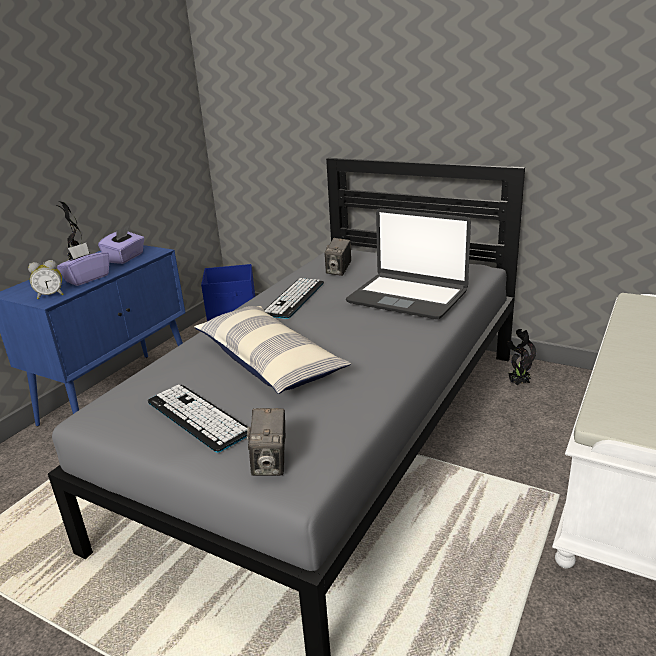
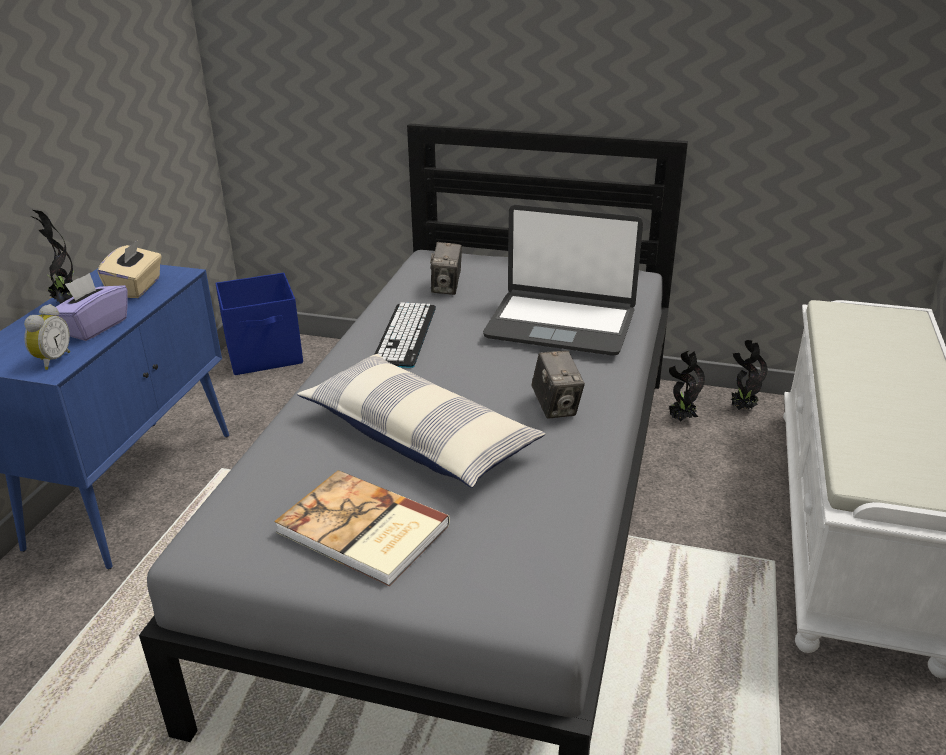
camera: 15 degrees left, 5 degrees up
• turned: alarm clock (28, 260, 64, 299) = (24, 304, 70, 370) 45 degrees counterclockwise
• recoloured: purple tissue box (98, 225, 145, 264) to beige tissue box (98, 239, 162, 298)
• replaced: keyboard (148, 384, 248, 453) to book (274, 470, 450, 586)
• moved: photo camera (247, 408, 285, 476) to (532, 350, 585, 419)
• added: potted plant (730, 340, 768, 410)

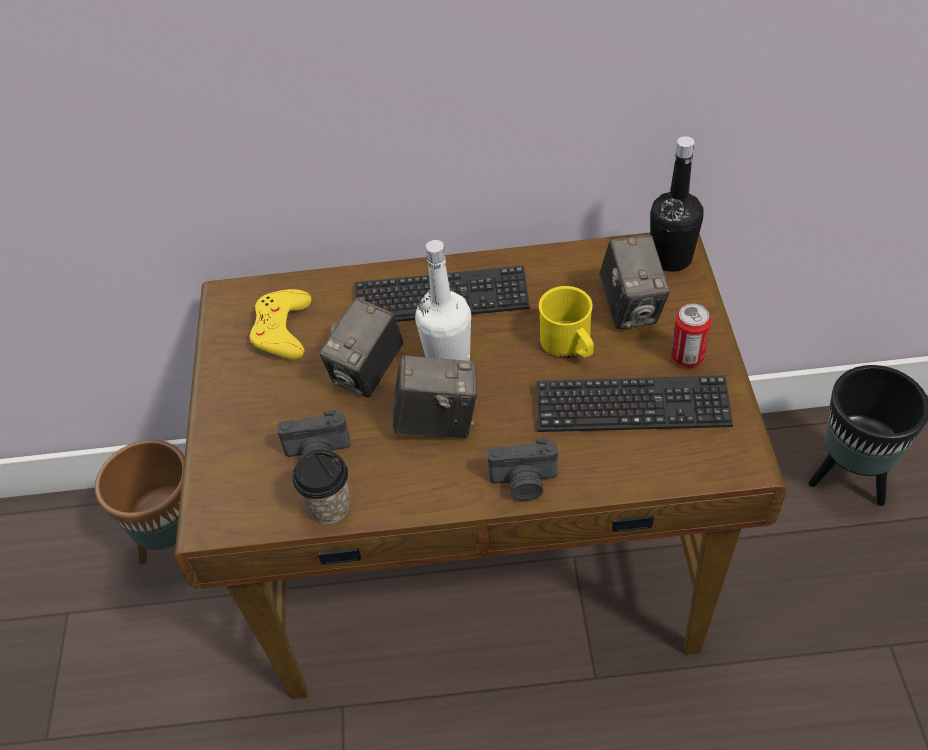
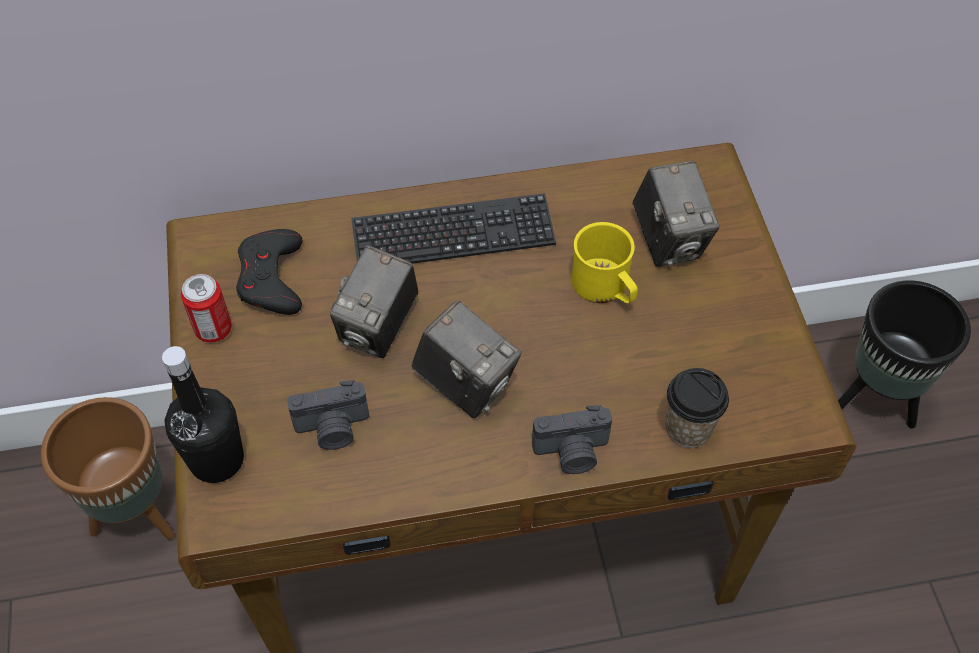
camera: 10 degrees left, 5 degrees up
• recoloured: yellow game controller (250, 289, 311, 360) to black game controller (236, 229, 302, 315)
• moved: cup (292, 450, 350, 524) to (666, 368, 729, 448)
• turned: photo camera (393, 355, 477, 438) = (411, 301, 522, 419) 45 degrees clockwise
• removed: white bottle (415, 240, 471, 361)
• removed: keyboard (536, 375, 733, 432)
• moved: black bottle (650, 136, 704, 272) to (162, 346, 244, 483)
• moved: can (671, 304, 711, 367) to (181, 274, 232, 343)

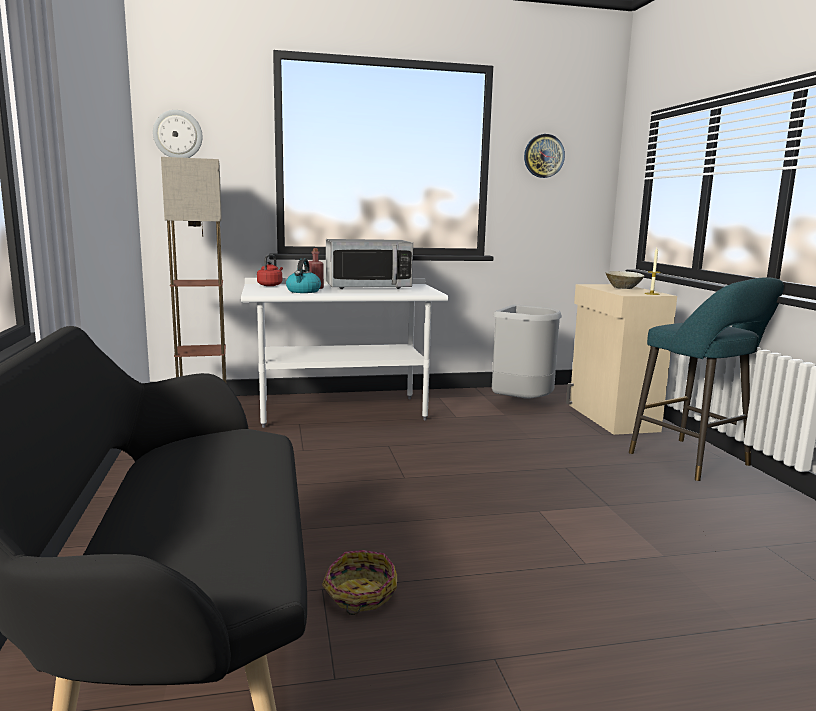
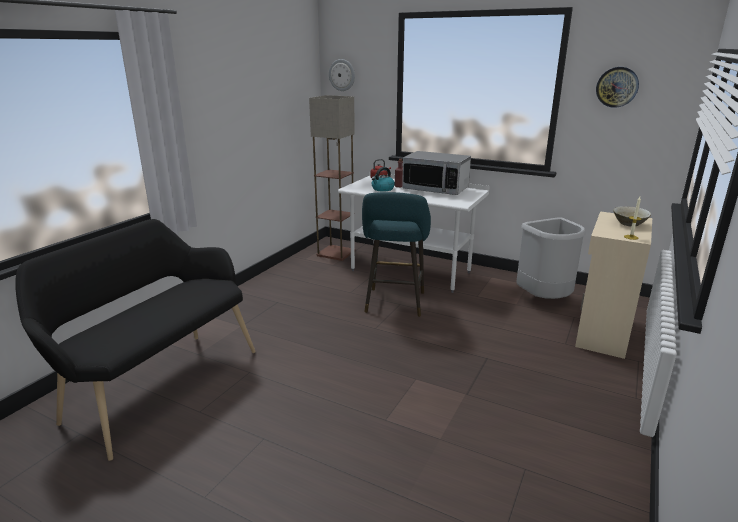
camera: 40 degrees right, 10 degrees up
• removed: basket (322, 550, 397, 615)
• moved: turquoise stool (629, 277, 784, 481) to (362, 192, 431, 317)

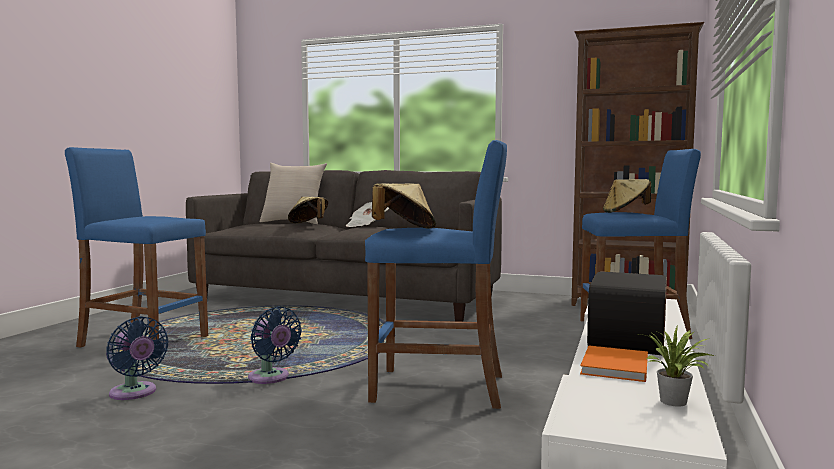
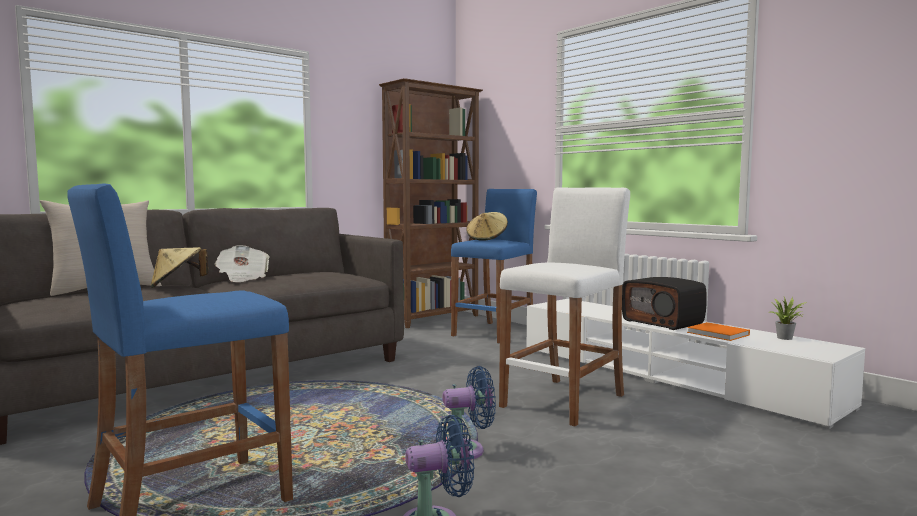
camera: 60 degrees left, 0 degrees up
• recoloured: blue stool (365, 140, 507, 409) to white stool (499, 187, 630, 426)
• removed: beige hat (372, 183, 436, 229)

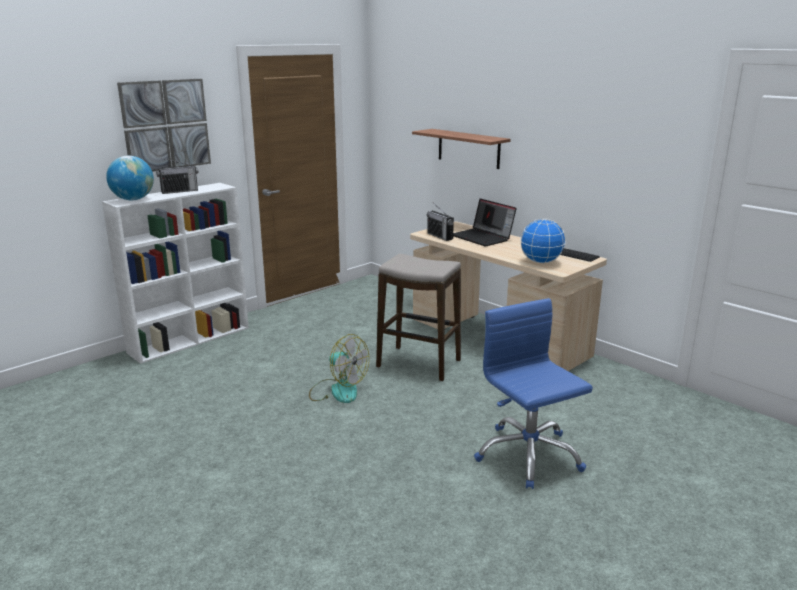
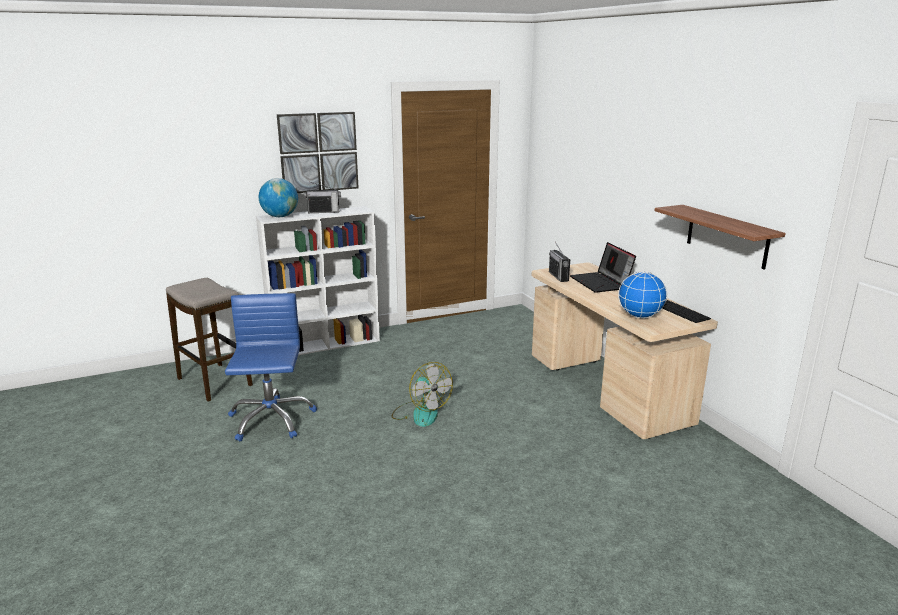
camera: 20 degrees right, 0 degrees up
• moved: stool (376, 254, 461, 381) to (166, 277, 253, 402)
• moved: shelf (412, 129, 510, 169) to (655, 205, 786, 270)
• moved: blue office chair (474, 298, 593, 489) to (225, 293, 317, 442)

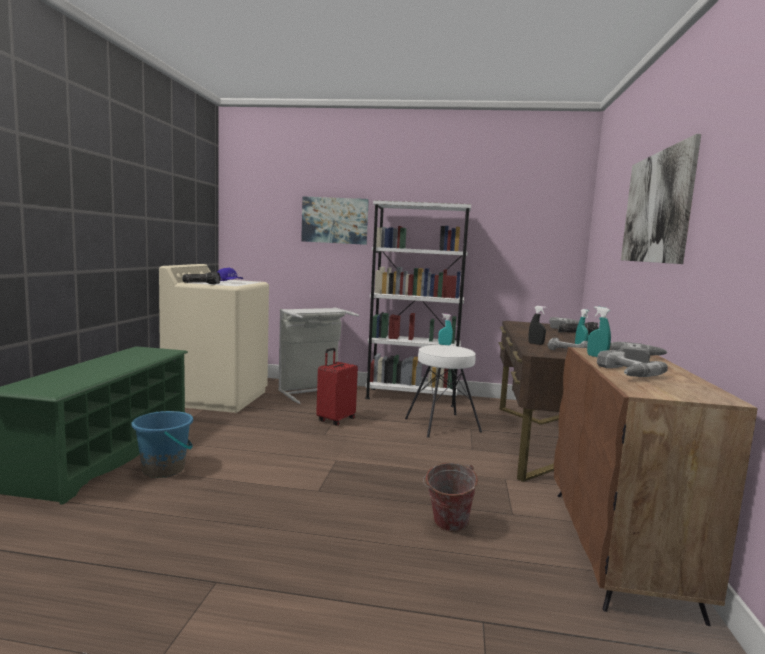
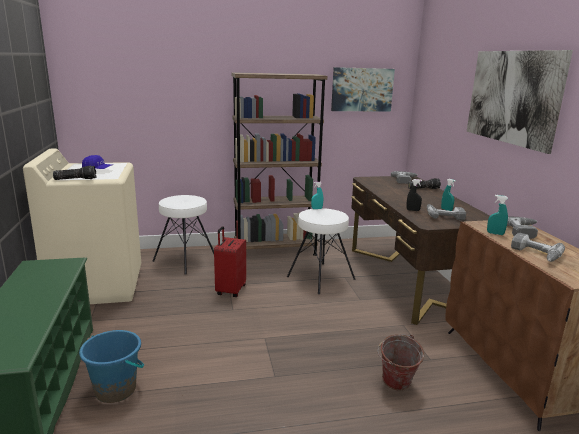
camera: 20 degrees left, 10 degrees up
• replaced: grey laundry basket (278, 307, 359, 404) to white stool (152, 195, 214, 275)
• moved: picture (301, 196, 369, 245) to (331, 67, 395, 112)
• recoloured: white bookcase (365, 200, 471, 407) to brown bookcase (232, 72, 327, 256)

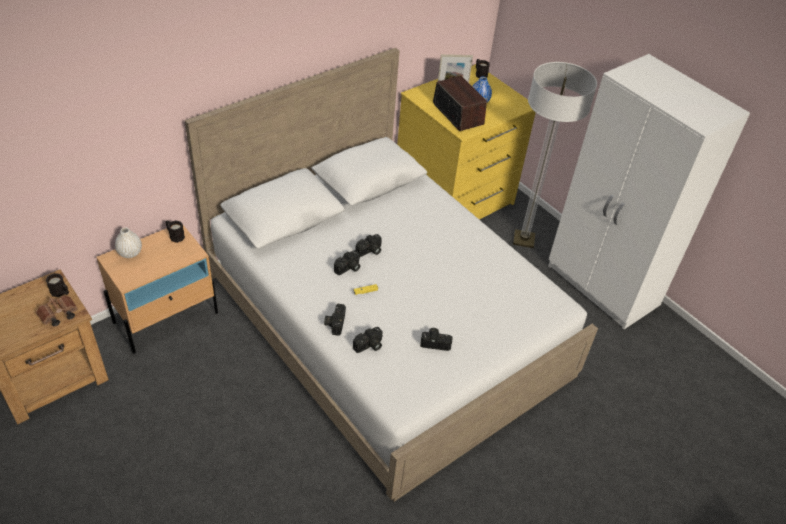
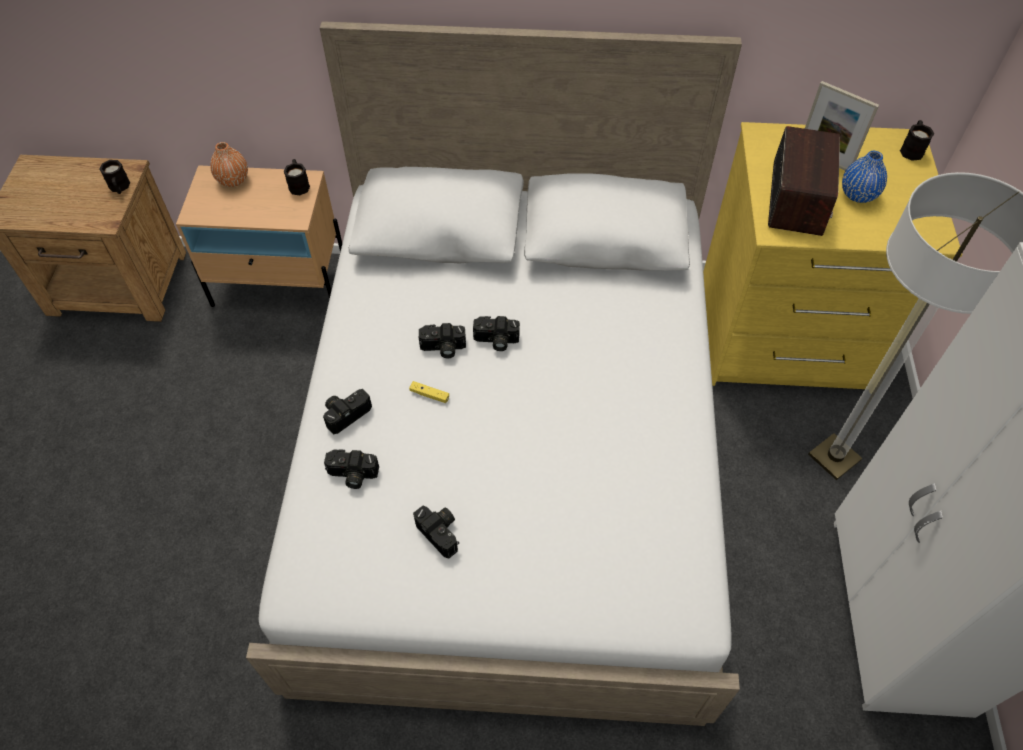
camera: 45 degrees right, 10 degrees up
• removed: brown binoculars (36, 295, 78, 327)
• recoloured: white vase (115, 228, 142, 258) to orange vase (210, 142, 248, 187)

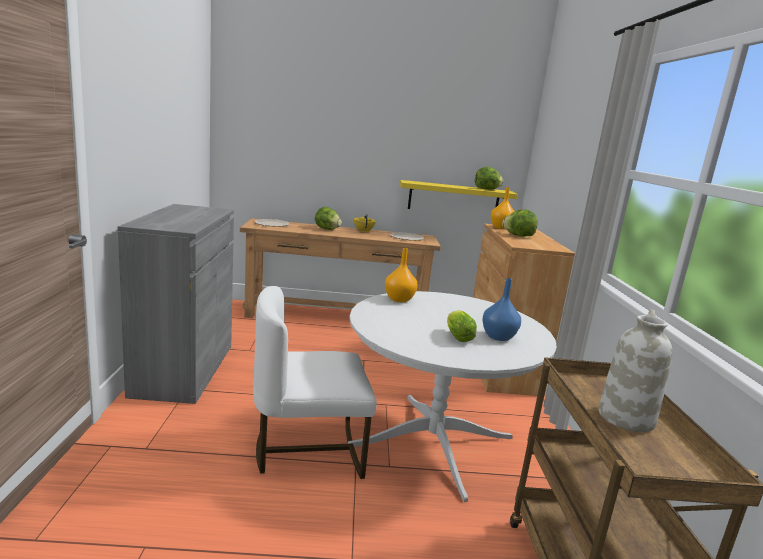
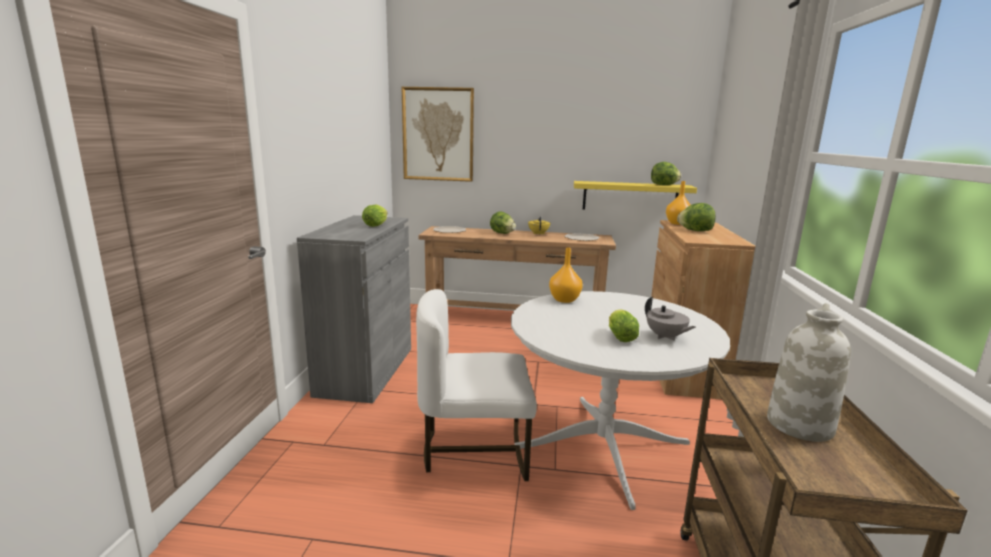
camera: 10 degrees right, 0 degrees up
• replaced: blue vase (483, 278, 521, 341) to grey teapot (645, 297, 696, 341)
• added: lettuce (362, 204, 388, 227)
• added: picture (402, 87, 474, 182)

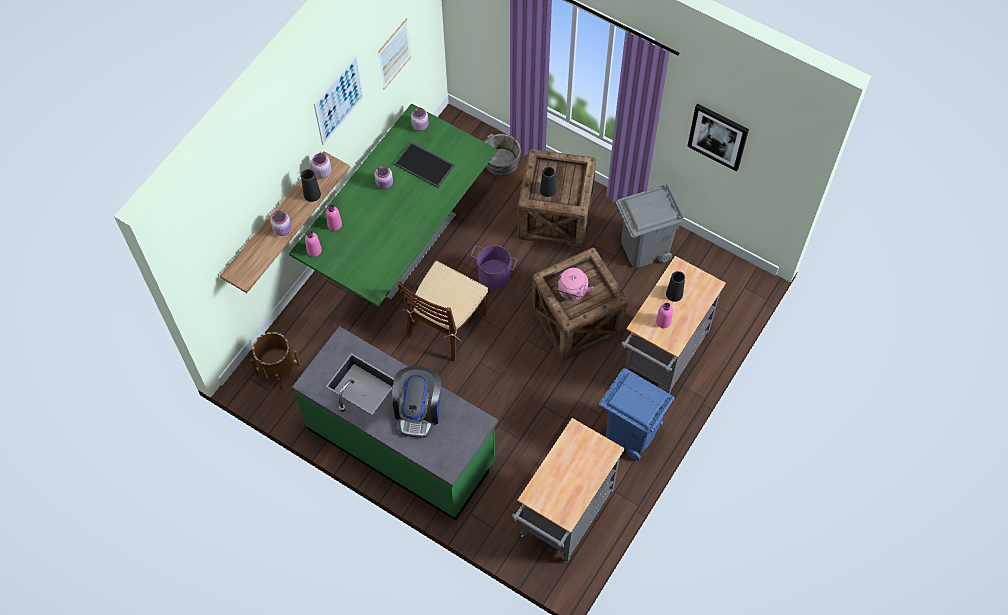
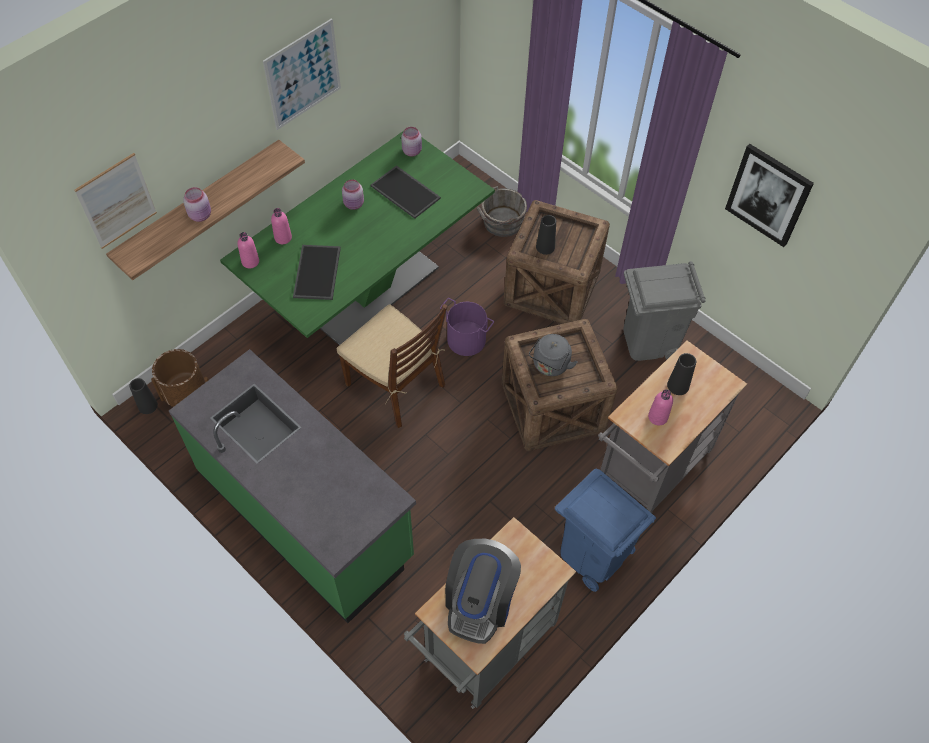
camera: 10 degrees right, 5 degrees down
• moved: black vase (301, 169, 321, 202) to (129, 378, 158, 414)
• removed: pink jar (311, 153, 332, 178)
• moved: picture (378, 18, 411, 90) to (74, 153, 157, 249)
• moved: coffee machine (392, 366, 442, 438) to (445, 539, 521, 644)
• turned: brown chair (397, 261, 488, 361) = (337, 304, 448, 428) 90 degrees counterclockwise
• recoloured: pink kettle (555, 268, 594, 301) to grey kettle (529, 334, 578, 376)
• added: tray (293, 245, 341, 300)

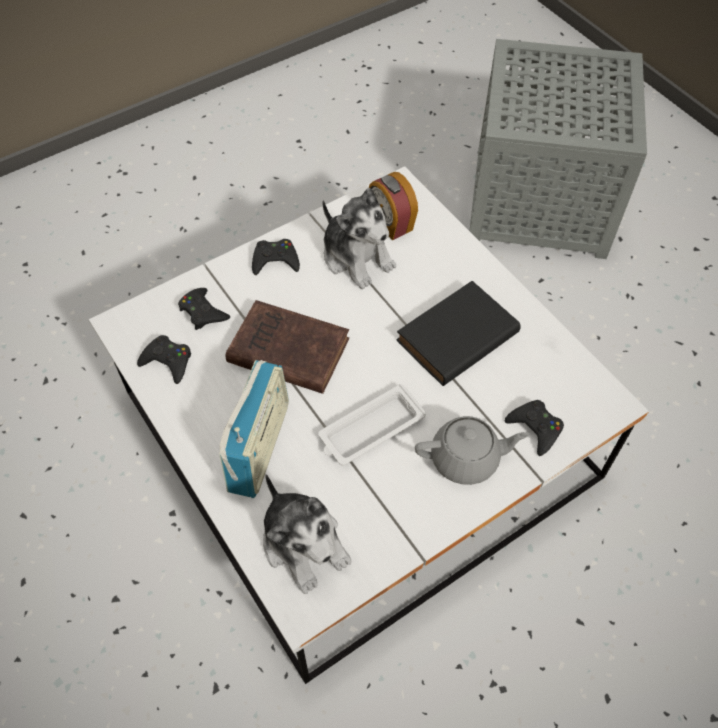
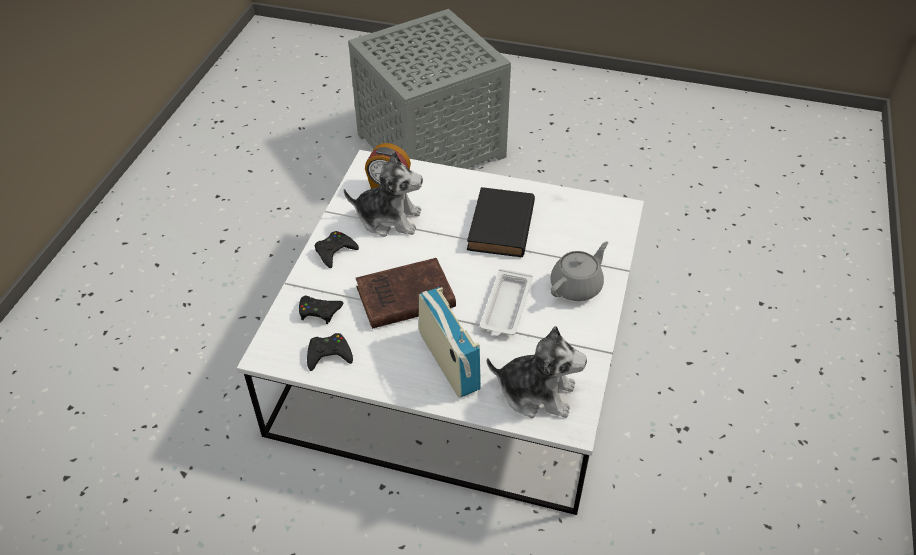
camera: 40 degrees left, 10 degrees down
• removed: black game controller (505, 400, 564, 456)

